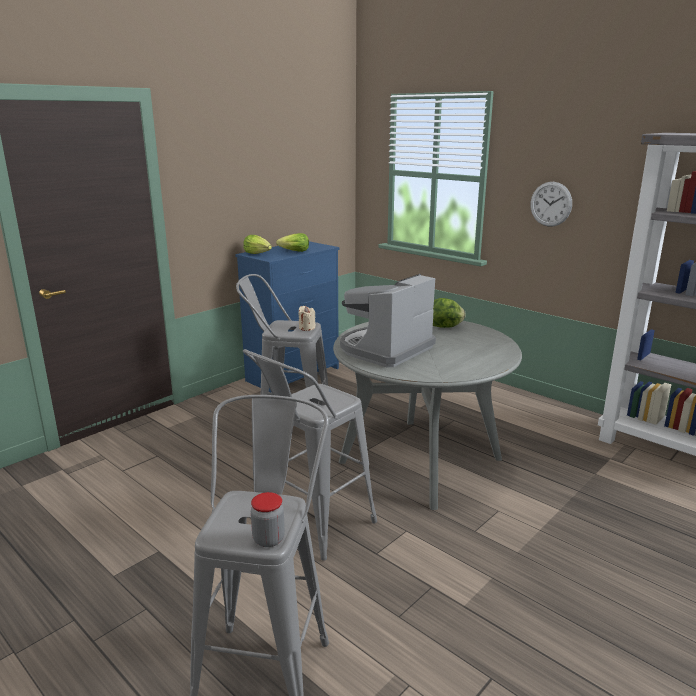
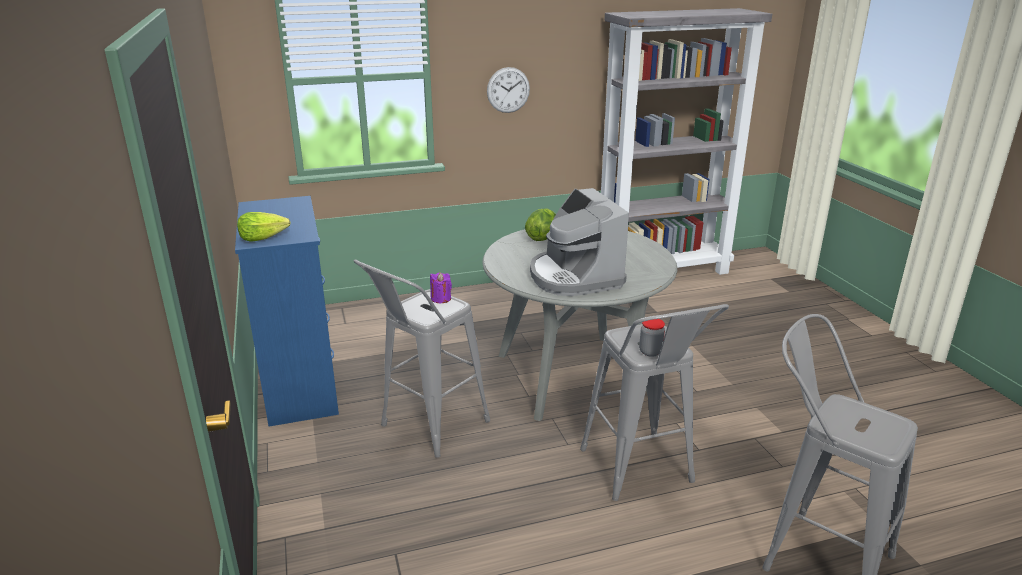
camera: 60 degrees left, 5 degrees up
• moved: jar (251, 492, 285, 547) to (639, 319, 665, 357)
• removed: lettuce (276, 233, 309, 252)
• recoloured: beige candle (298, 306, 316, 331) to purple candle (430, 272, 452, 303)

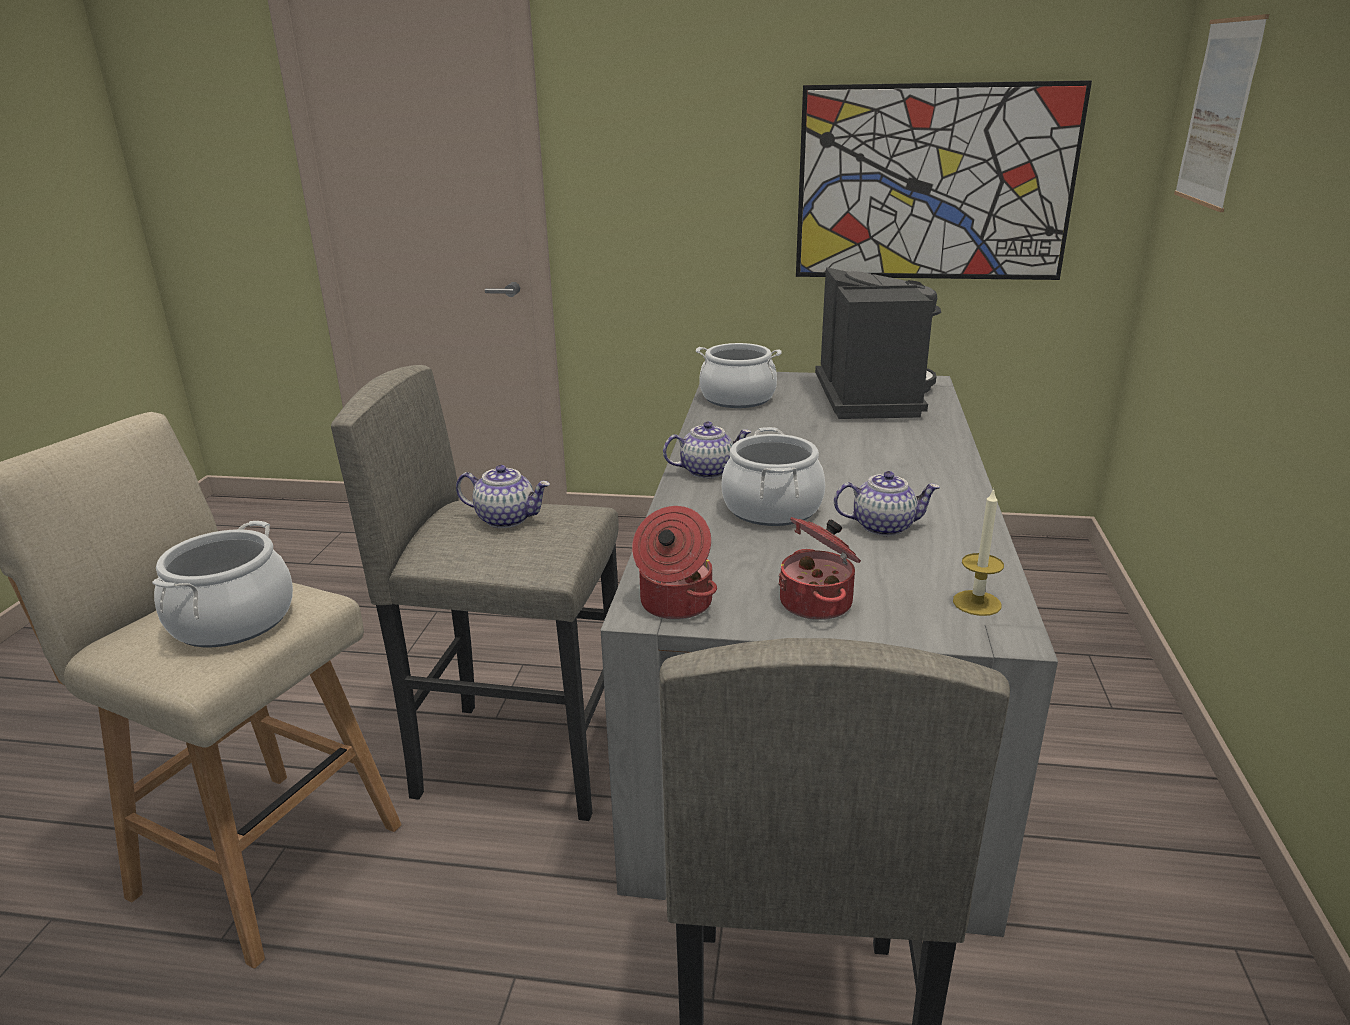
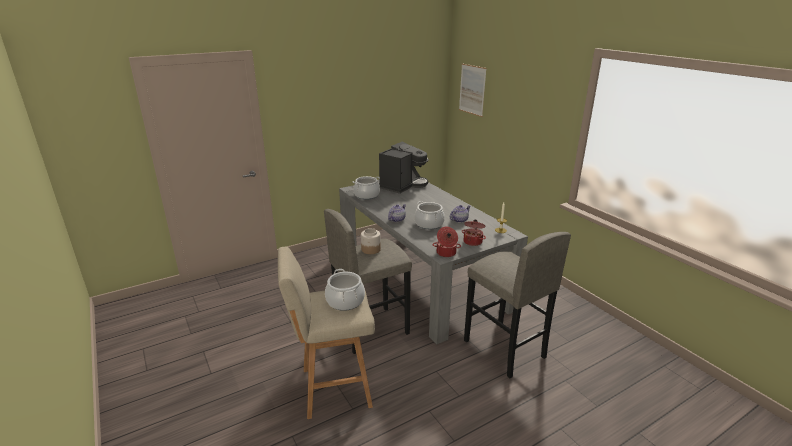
camera: 40 degrees left, 0 degrees up
• replaced: teapot (456, 465, 550, 528) to jar (361, 228, 381, 254)
• removed: picture (796, 80, 1092, 280)
• turned: coffee machine (815, 267, 941, 419) = (379, 142, 429, 194) 75 degrees clockwise

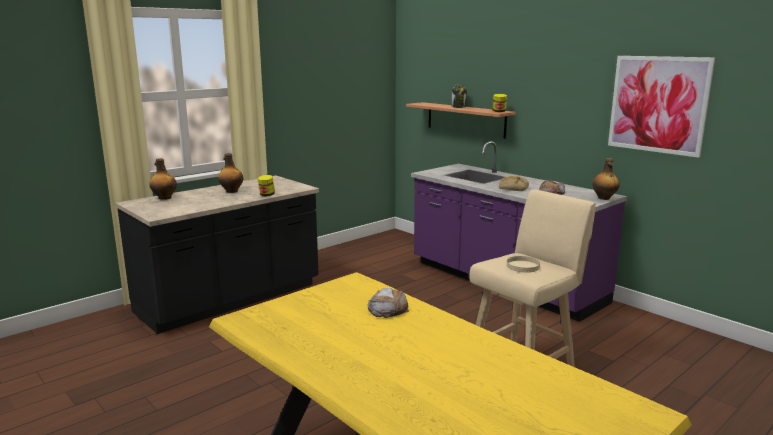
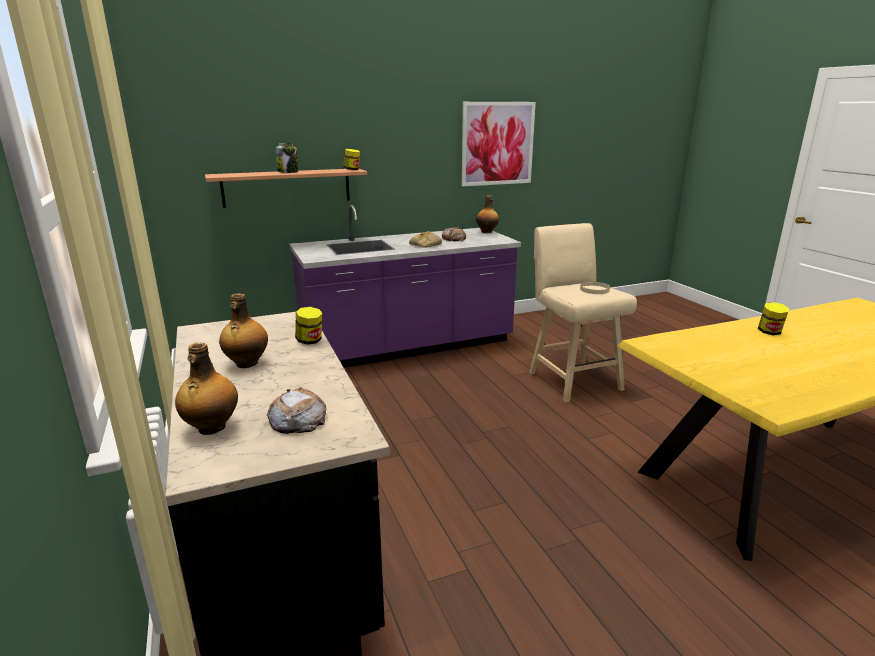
camera: 70 degrees left, 5 degrees up
• moved: bread (368, 288, 409, 318) to (267, 387, 326, 434)
• added: jar (758, 302, 789, 335)

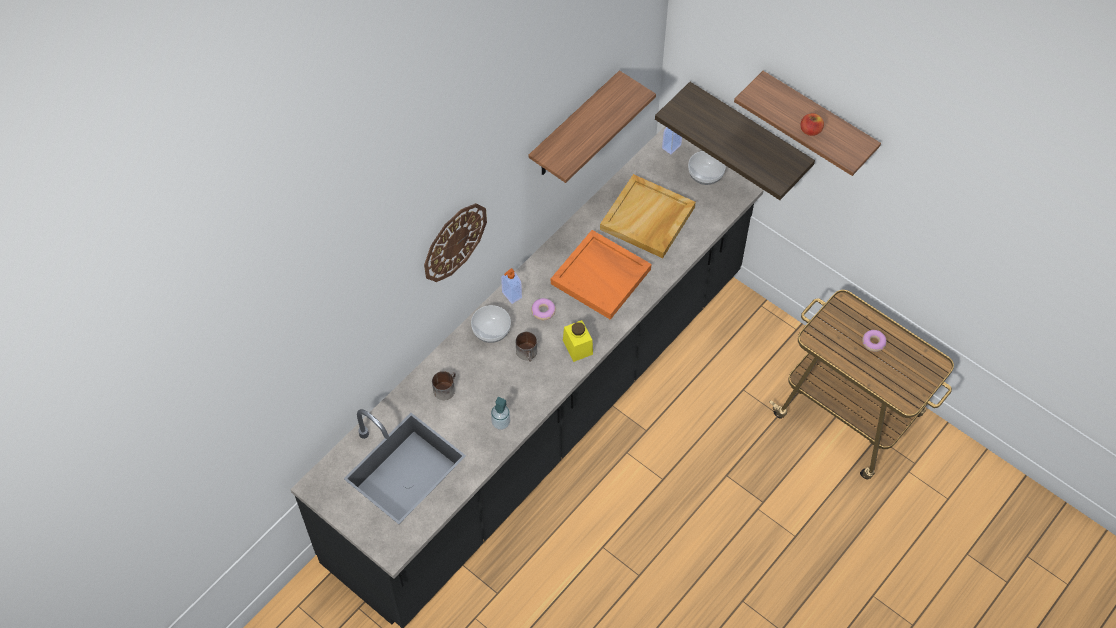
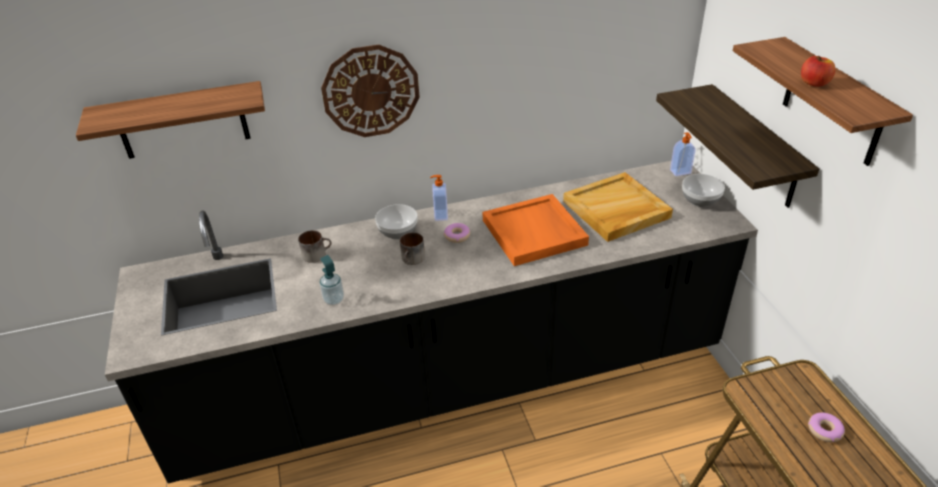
camera: 35 degrees right, 20 degrees down
• moved: shelf (529, 70, 656, 183) to (76, 81, 265, 159)
• removed: yellow jar (563, 320, 593, 362)

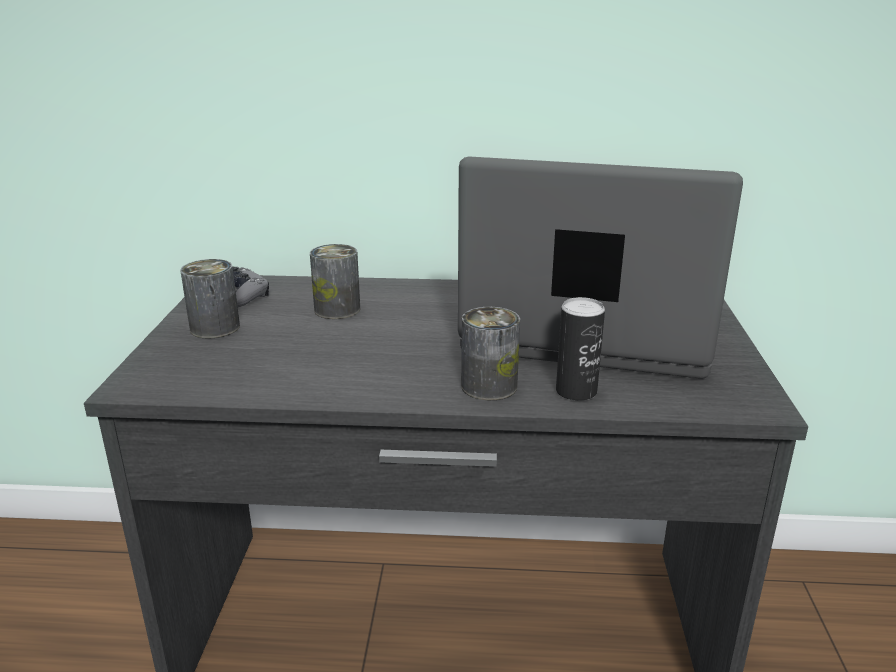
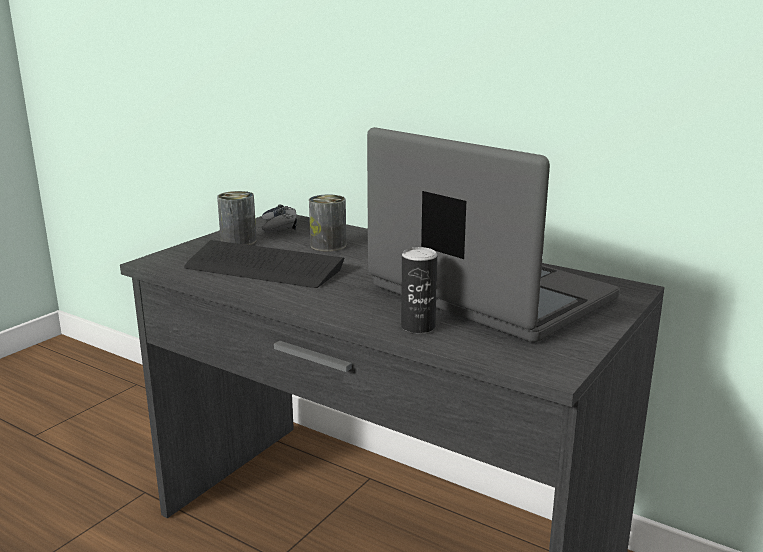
camera: 30 degrees right, 5 degrees down
• removed: can (461, 307, 520, 400)
• added: keyboard (184, 240, 345, 288)

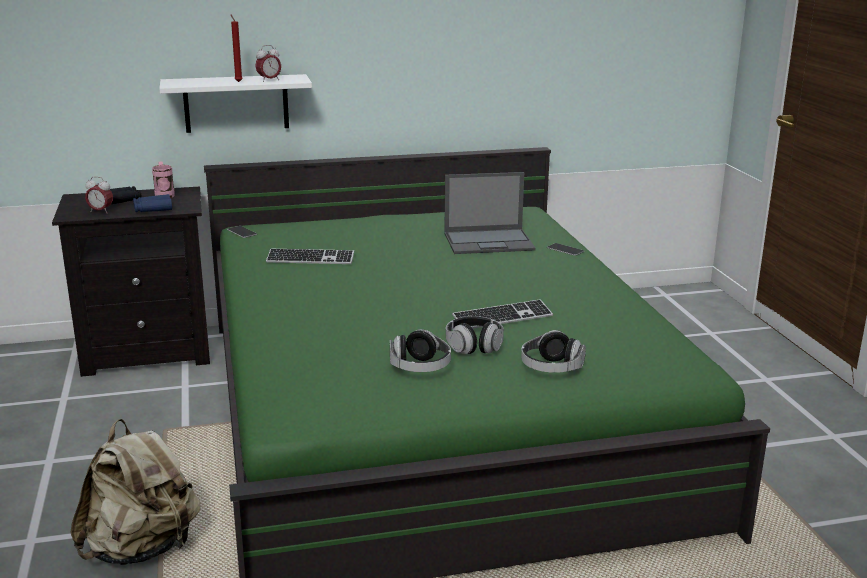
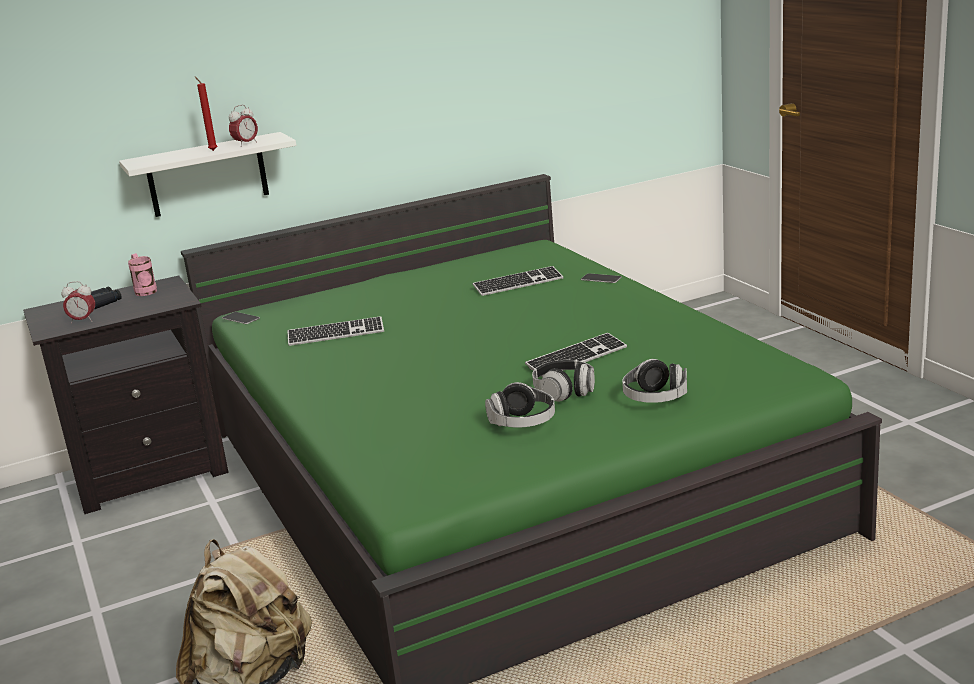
camera: 10 degrees left, 0 degrees up
• removed: blue binoculars (133, 194, 172, 212)
• replaced: laptop (444, 172, 536, 254) to keyboard (473, 266, 564, 296)

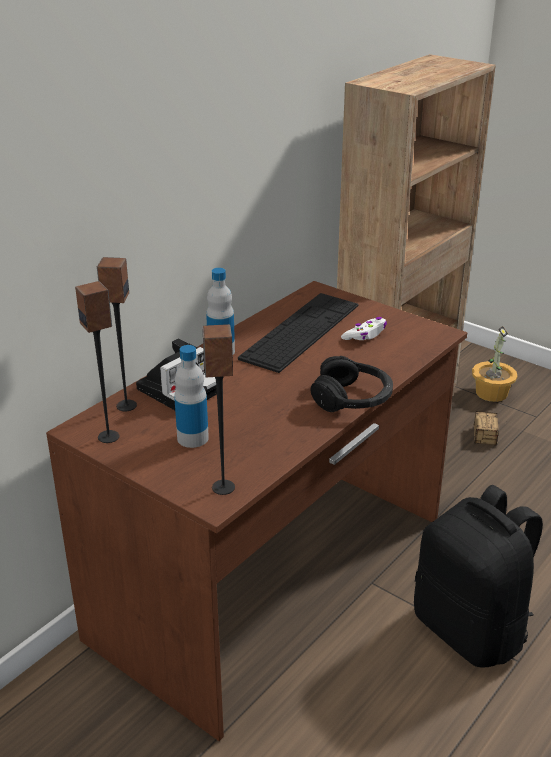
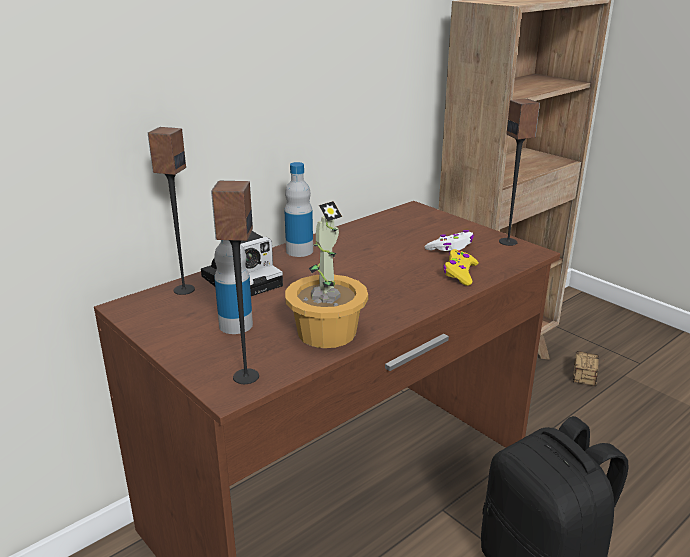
camera: 10 degrees right, 5 degrees down
• moved: speaker (75, 281, 120, 443) to (499, 99, 540, 246)
• removed: keyboard (238, 293, 359, 373)
• removed: black headphones (310, 356, 393, 412)
• moved: potted plant (472, 326, 517, 402) to (285, 201, 368, 348)
• added: yellow game controller (443, 249, 479, 286)

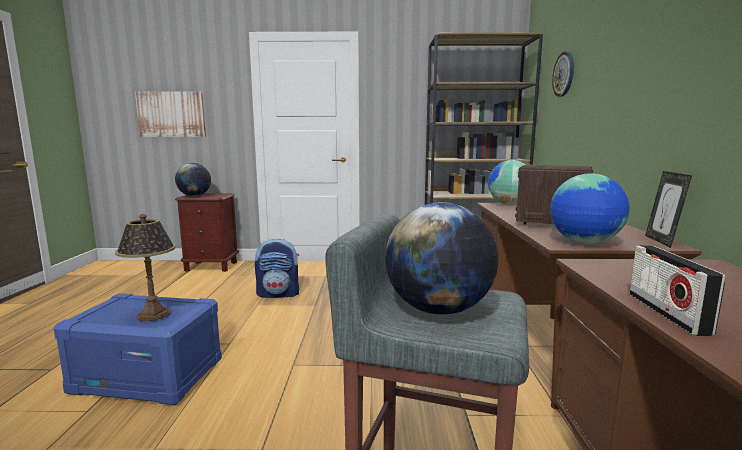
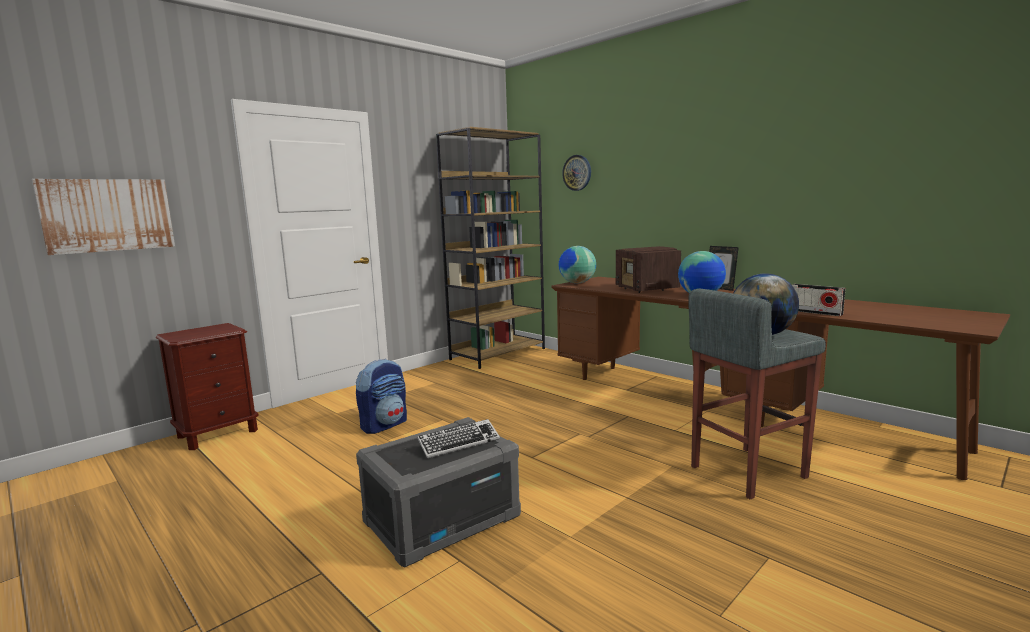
camera: 45 degrees left, 0 degrees up
• recoloured: blue storage box (54, 293, 222, 405) to grey storage box (356, 417, 521, 568)
• replaced: table lamp (115, 214, 176, 321) to keyboard (417, 419, 500, 458)
• removed: globe (175, 163, 211, 196)

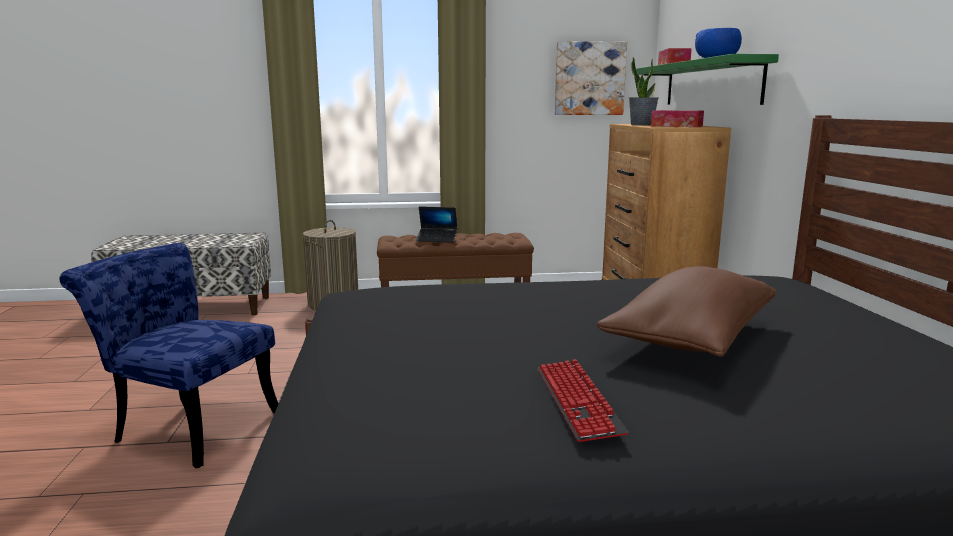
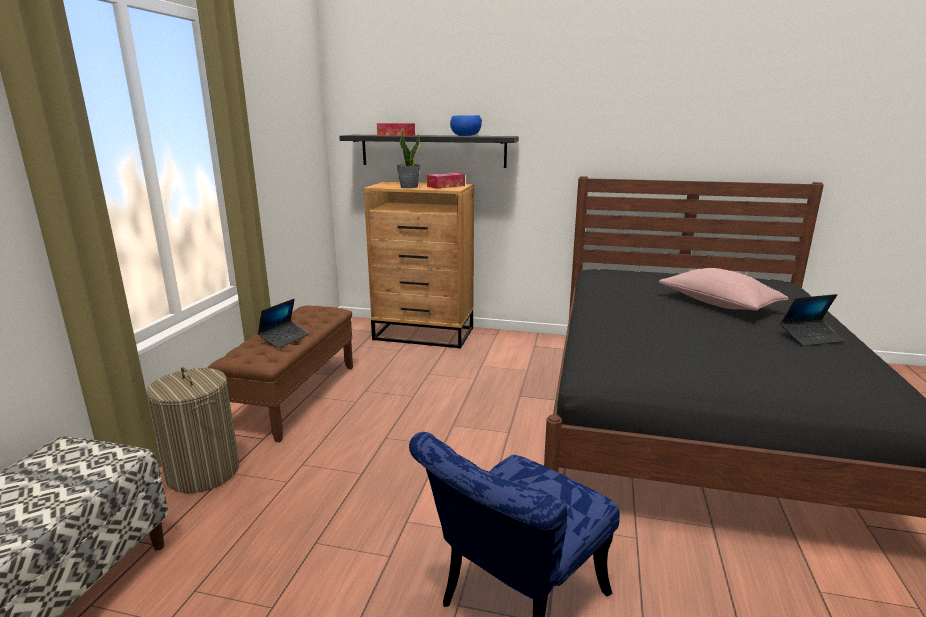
camera: 70 degrees left, 5 degrees up
• replaced: keyboard (537, 359, 629, 442) to laptop (780, 294, 844, 346)
• removed: picture (555, 41, 627, 115)
• recoloured: brown pillow (597, 266, 776, 357) to pink pillow (659, 268, 788, 311)
• recoloured: green shelf (636, 54, 779, 105) to black shelf (339, 135, 519, 168)

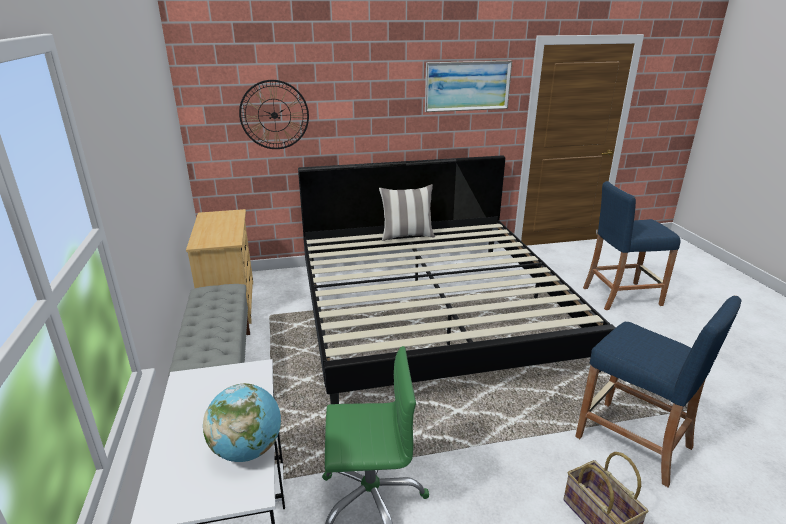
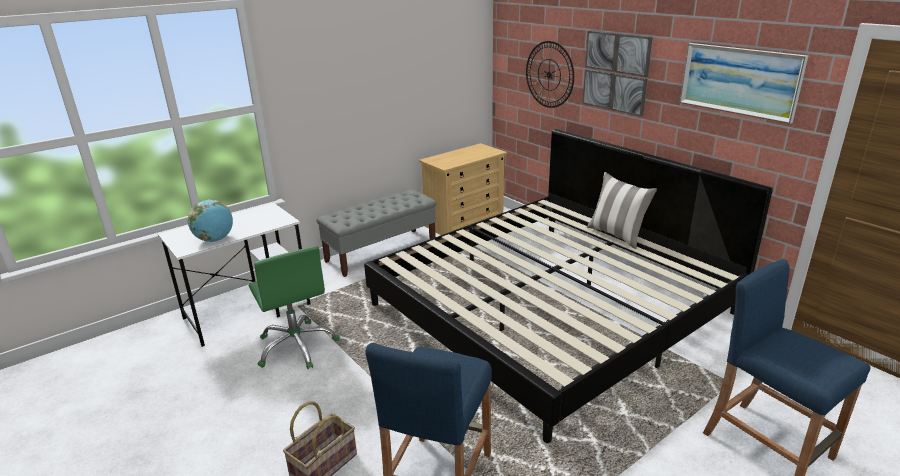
camera: 65 degrees right, 0 degrees up
• added: picture (582, 31, 653, 116)

